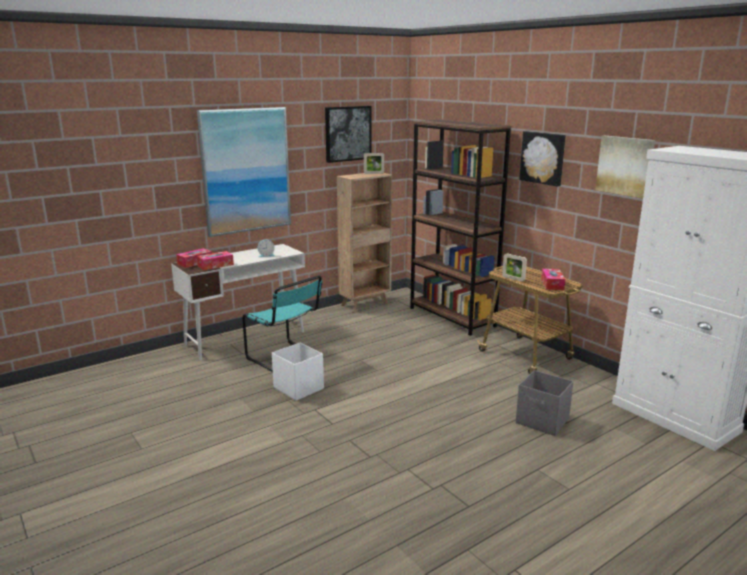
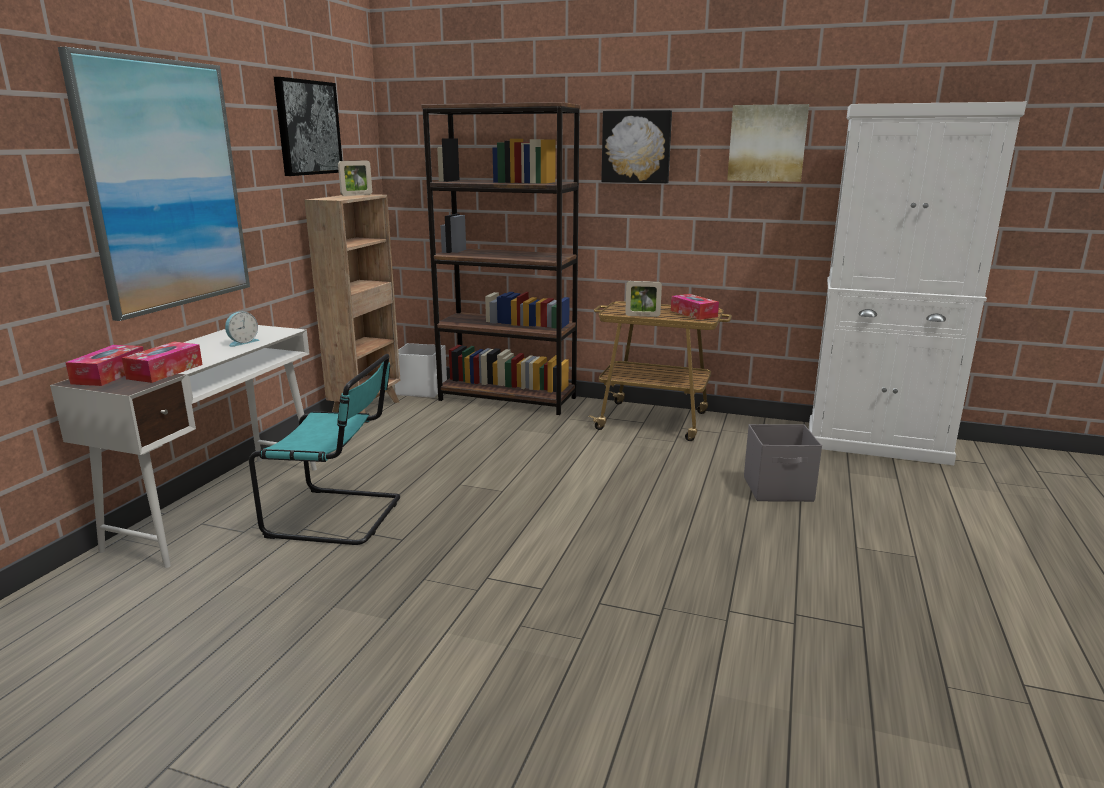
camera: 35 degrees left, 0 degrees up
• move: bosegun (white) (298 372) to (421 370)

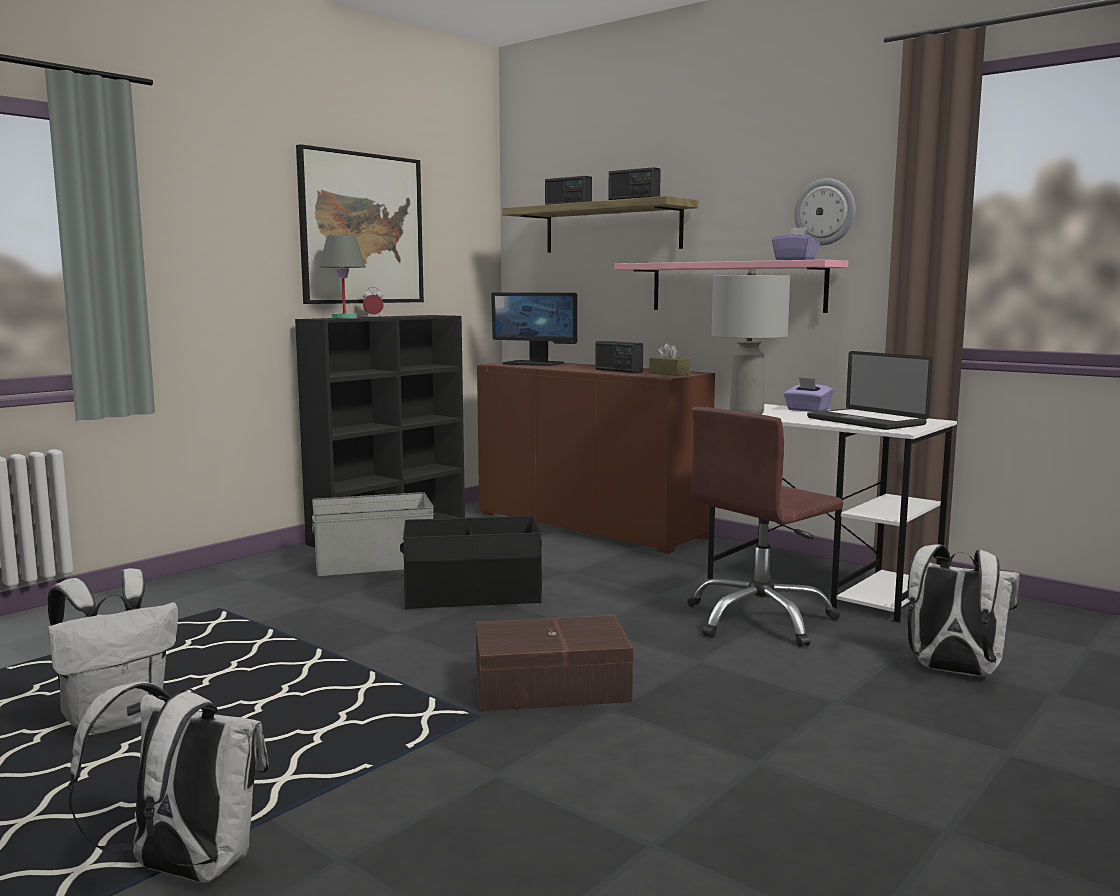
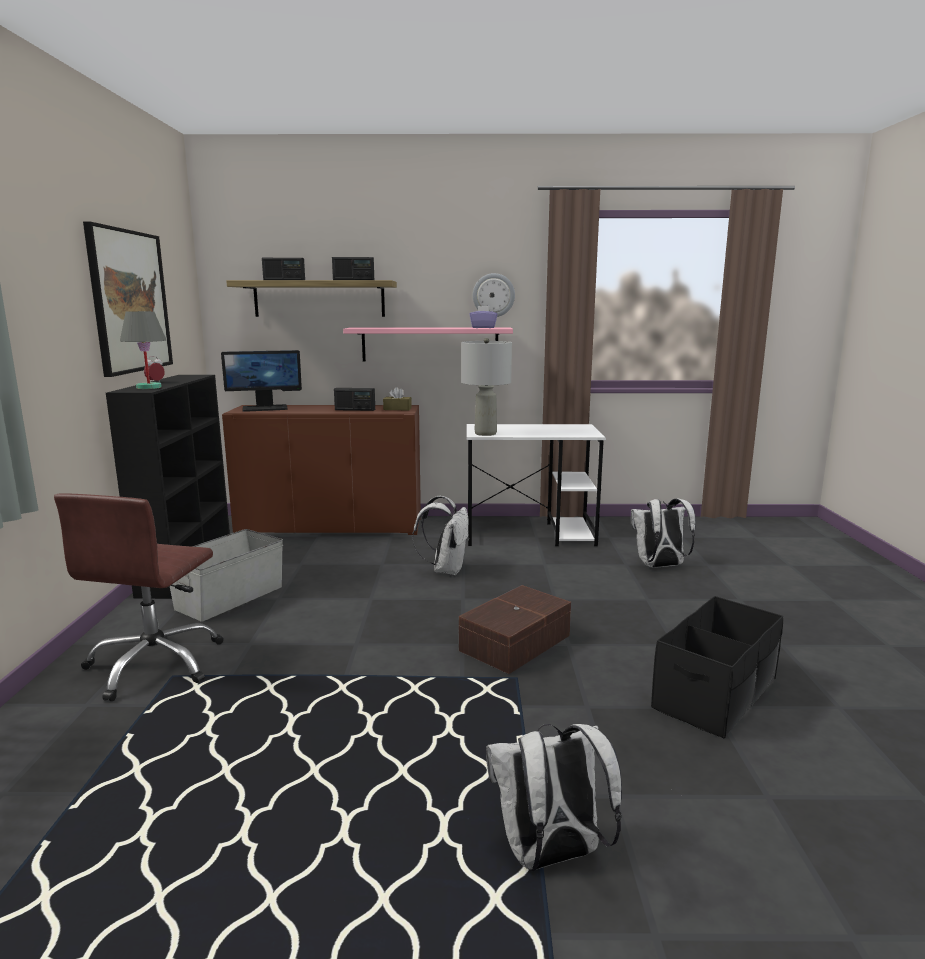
camera: 40 degrees left, 5 degrees up
• move: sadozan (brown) (765 527) to (138 597)
• move: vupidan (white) (113 651) to (441 535)
• move: bosegun (black) (471 562) to (717 667)
• delete: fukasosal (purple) (809 394)
• delete: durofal (870 390)

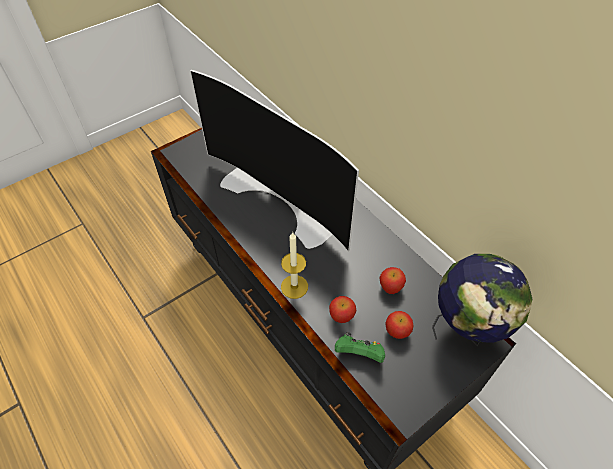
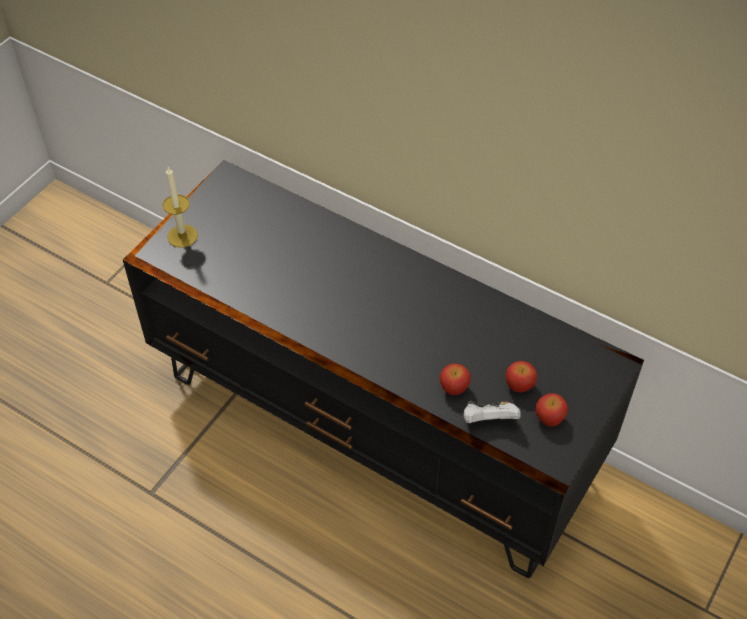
camera: 20 degrees left, 0 degrees up
• move: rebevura (294 265) to (180 207)
• recolor: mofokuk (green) (360 347) to mofokuk (white) (492 412)
• move: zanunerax (392 280) to (552 410)
• delete: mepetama (274 160)
• delete: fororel (482 300)

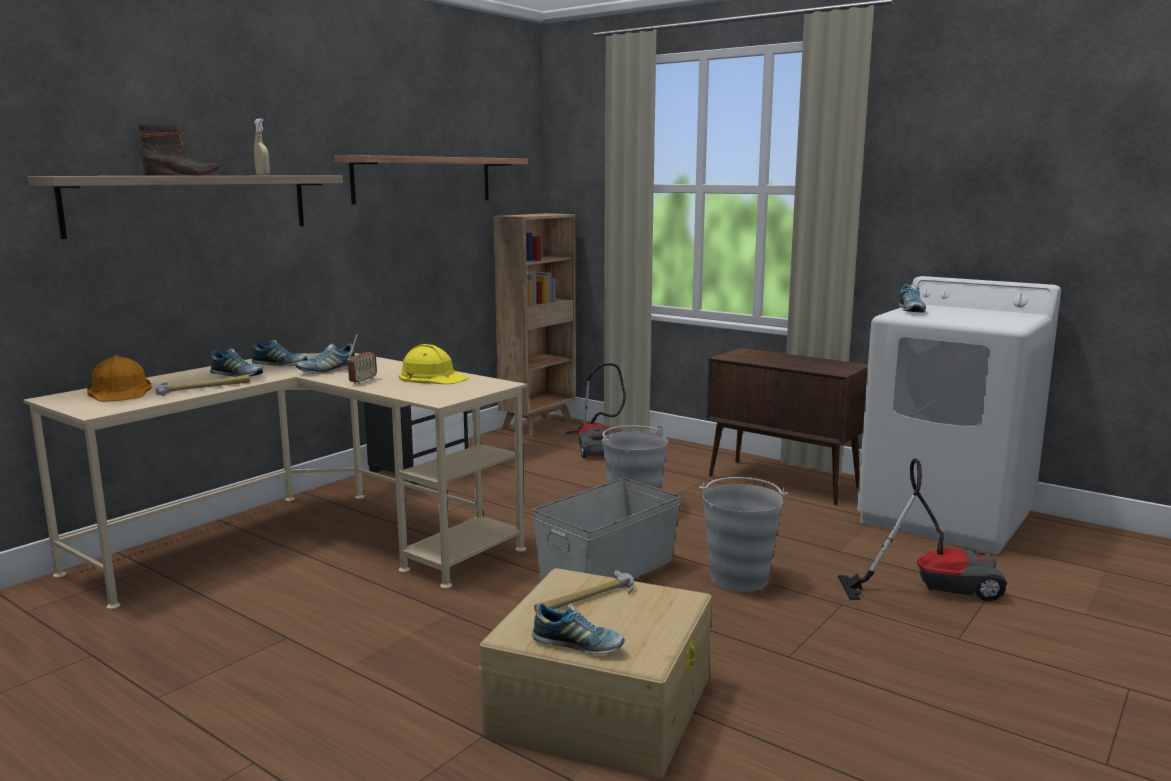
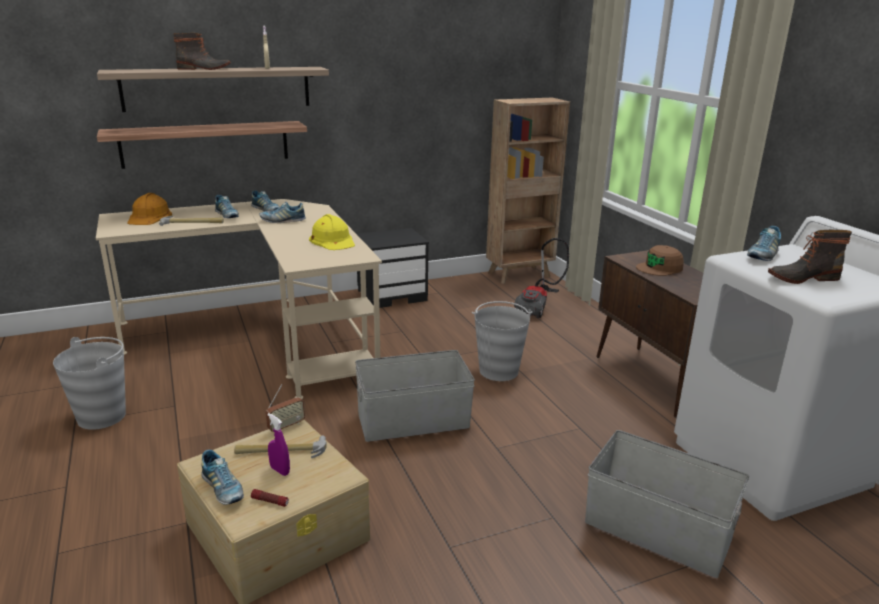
camera: 30 degrees right, 10 degrees up
• move: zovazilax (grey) (743 534) to (89 383)
• move: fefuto (431 180) to (202 145)
• insert: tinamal (270 498)
• move: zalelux (362 359) to (285 408)
• insert: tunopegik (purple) (278 444)
• replace: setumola (922 530) to bosegun (grey) (667 504)
• insert: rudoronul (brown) (660 260)
• insert: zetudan (810 257)

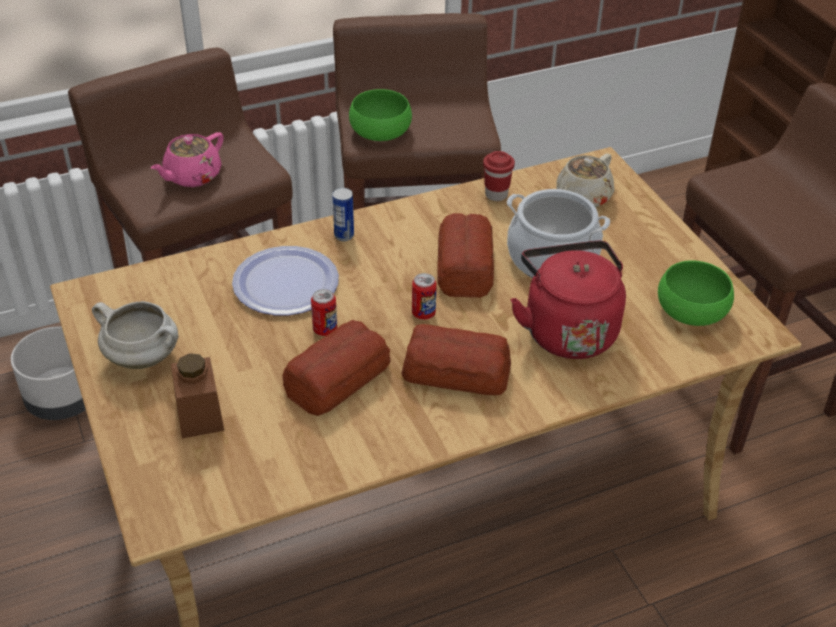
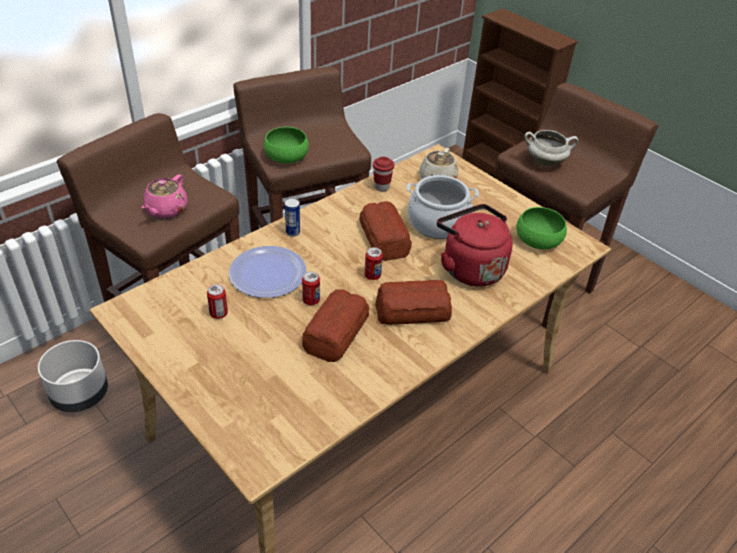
camera: 20 degrees left, 0 degrees up
• insert: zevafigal (217 301)
• move: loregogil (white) (135 335) to (551 148)
• delete: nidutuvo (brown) (197 396)

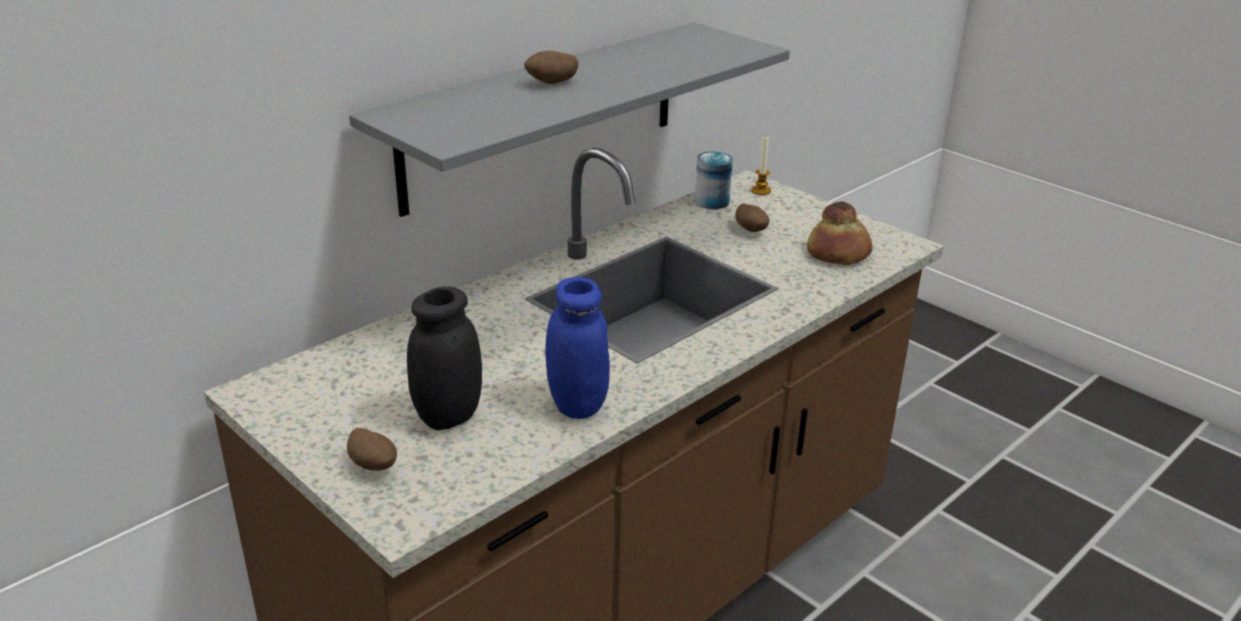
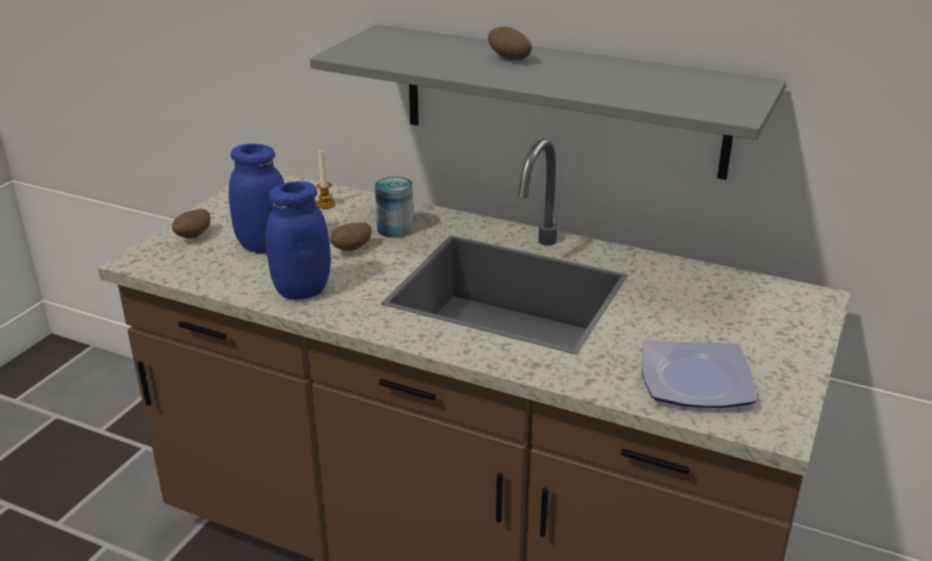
camera: 70 degrees right, 0 degrees up
• recolor: nidutuvo (black) (444 358) to nidutuvo (blue) (256 198)
• move: rebevura (761 166) to (326 179)
• move: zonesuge (752 217) to (350 237)
• move: zevafigal (714 180) to (394 207)
• replace: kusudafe (839 233) to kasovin (699 374)

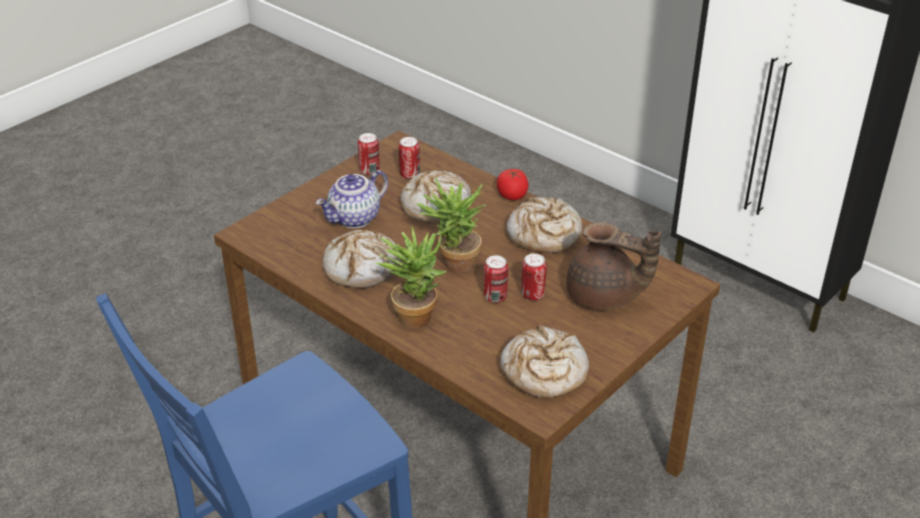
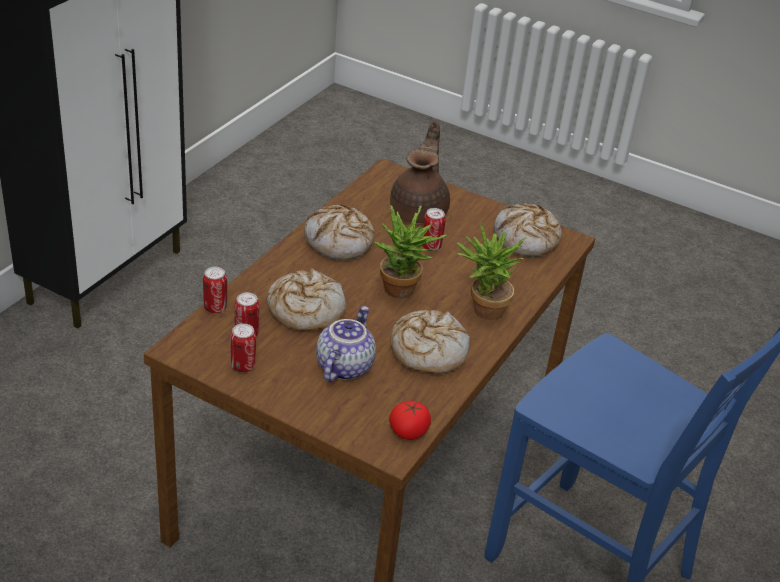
camera: 105 degrees left, 0 degrees up
• move: zevafigal (496 279) to (215 289)
• rotate: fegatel (352 199) = (346 344) 105 degrees counterclockwise
• move: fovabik (513 184) to (410 420)

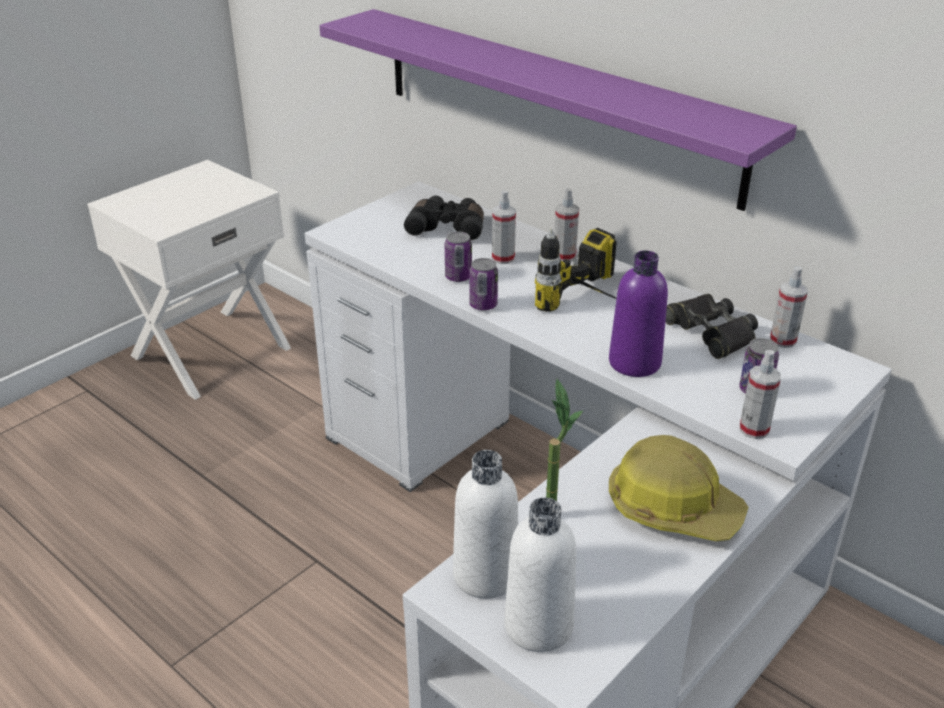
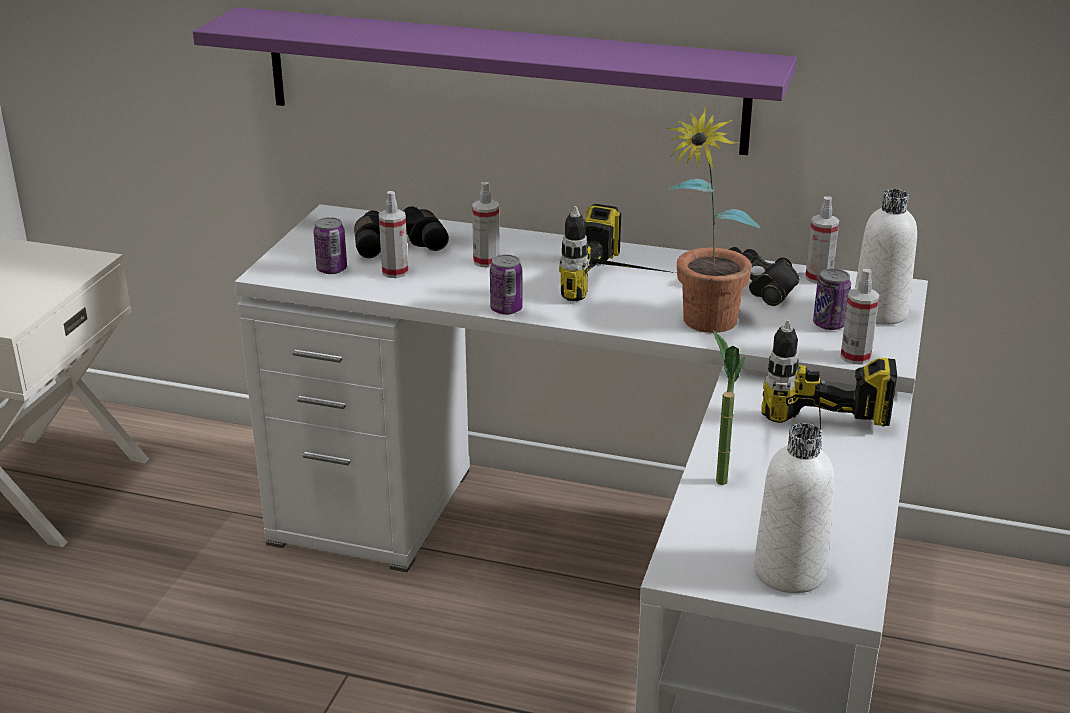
camera: 25 degrees left, 5 degrees down
• move: zevafigal (458 256) to (330 245)
• move: tunopegik (566 224) to (393 234)
• replace: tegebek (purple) (638 313) to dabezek (712 220)
• replace: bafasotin (678 488) to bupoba (829 384)
• move: tegebek (white) (485 524) to (886 257)

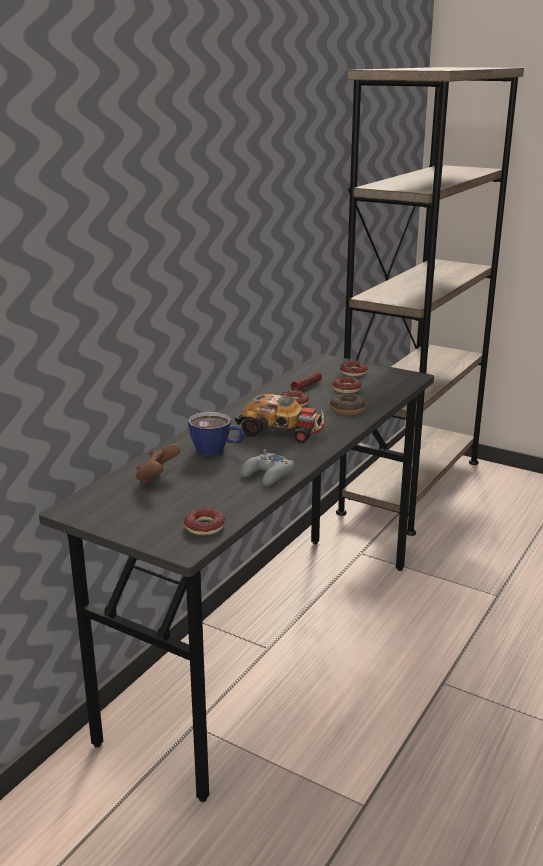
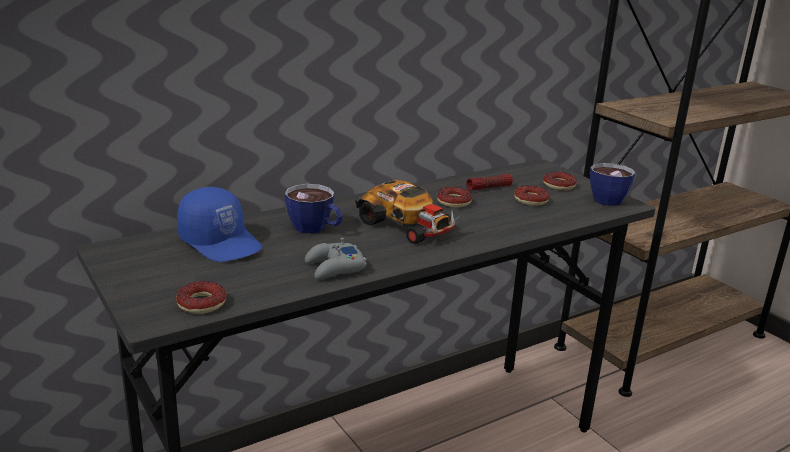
camera: 25 degrees right, 0 degrees up
• replace: mofokuk (brown) (158 464) to rudoronul (blue) (219 224)
• insert: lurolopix (613 184)
• delete: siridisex (348 404)

